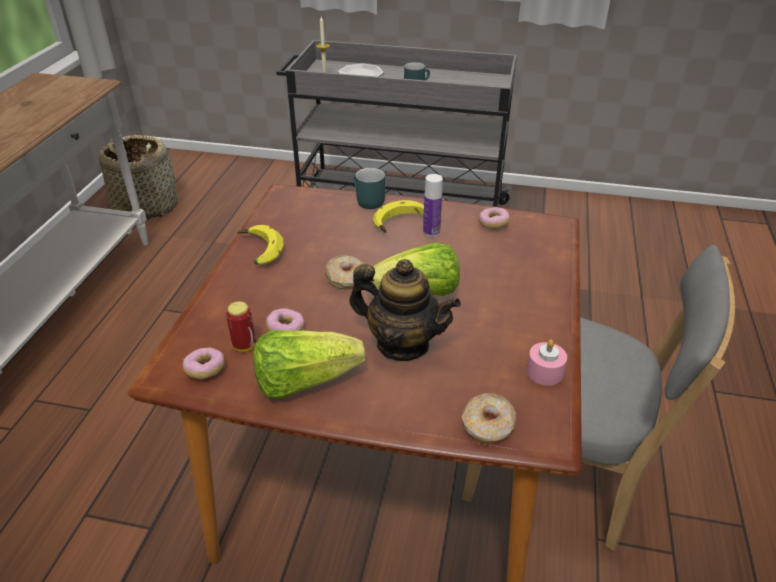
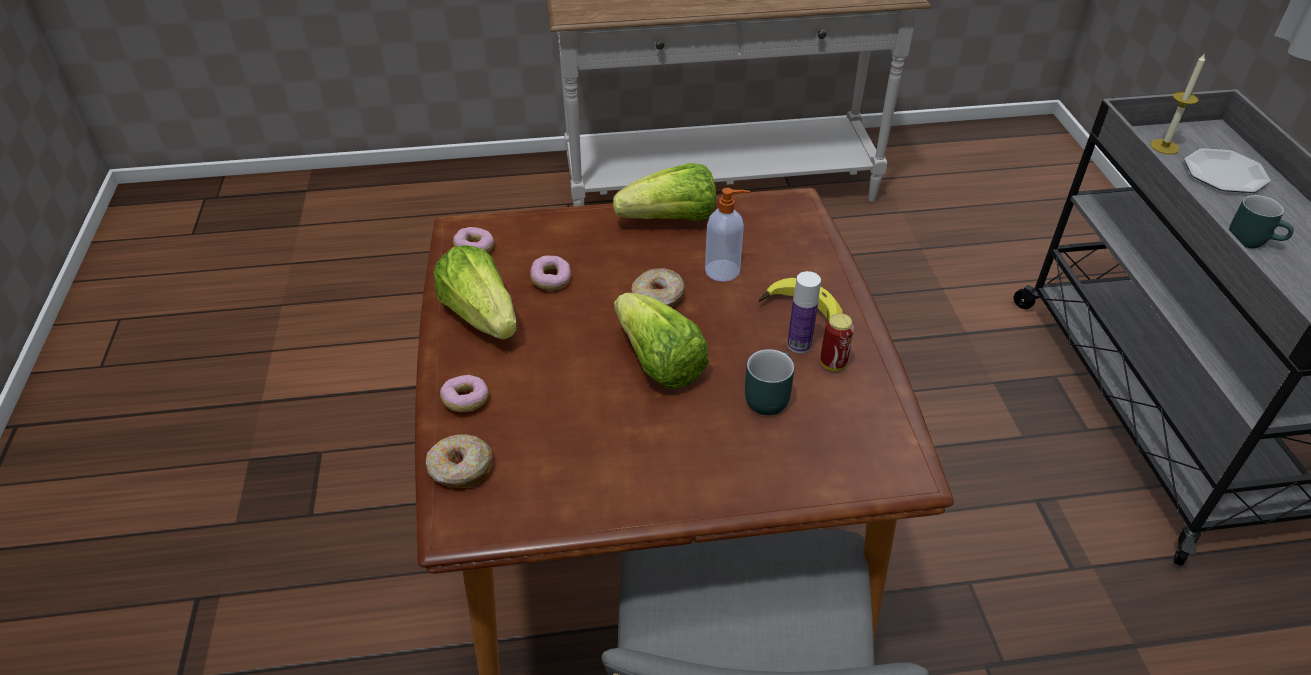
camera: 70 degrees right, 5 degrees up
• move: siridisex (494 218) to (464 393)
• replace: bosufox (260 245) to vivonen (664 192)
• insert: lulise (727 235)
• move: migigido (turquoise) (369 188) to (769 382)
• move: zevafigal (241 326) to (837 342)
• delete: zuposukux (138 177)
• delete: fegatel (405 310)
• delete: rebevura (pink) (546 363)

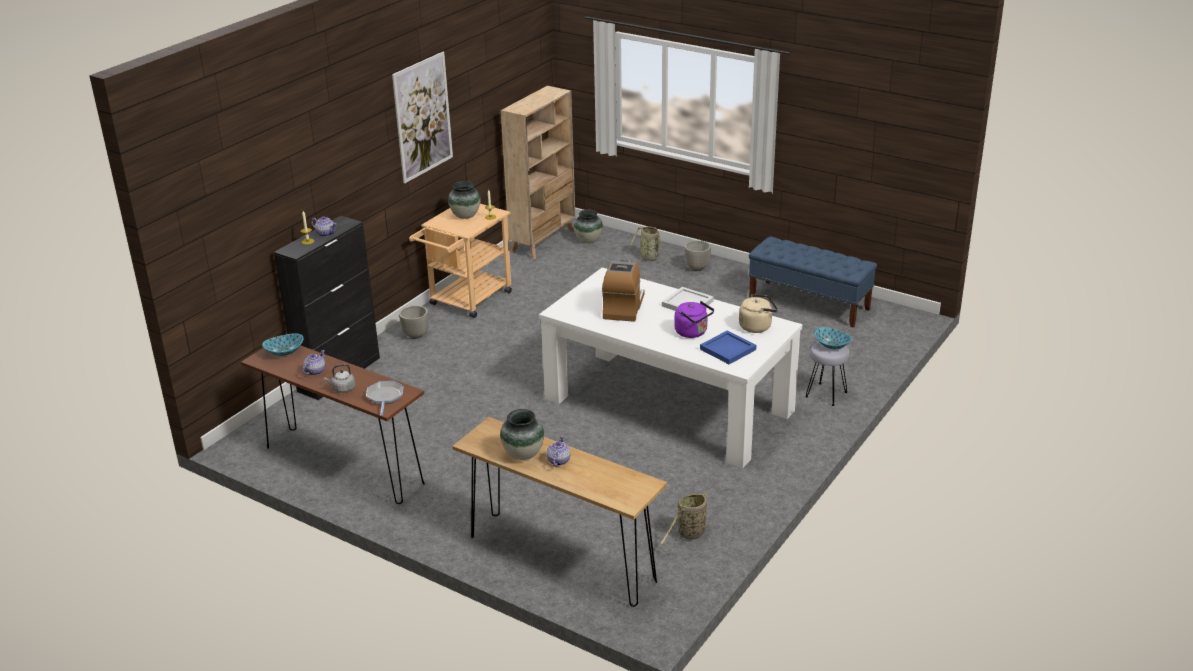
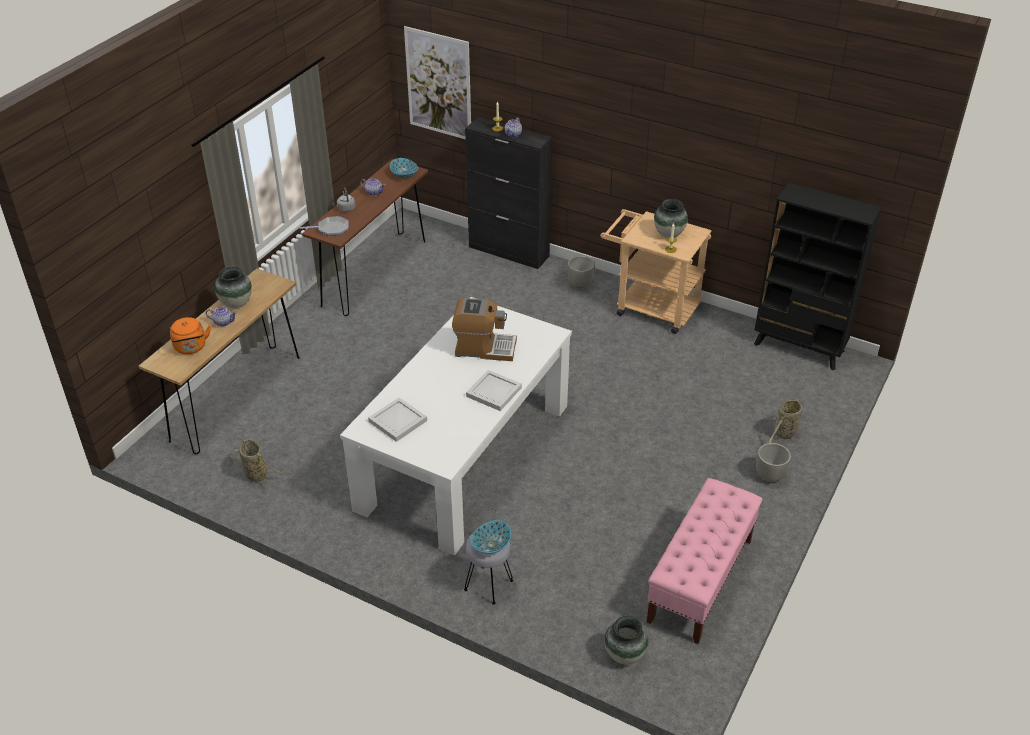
camera: 85 degrees right, 10 degrees up
• insert: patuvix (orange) (190 335)
• recolor: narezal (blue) (728 347) to narezal (white) (397 420)
• move: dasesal (422 117) to (437 82)
• move: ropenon (588 226) to (627 640)
• recolor: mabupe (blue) (813 282) to mabupe (pink) (705 561)
• recolor: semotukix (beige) (538 172) to semotukix (black) (817 276)
• delete: patuvix (purple) (694 319)
• delete: patuvix (beige) (758 313)

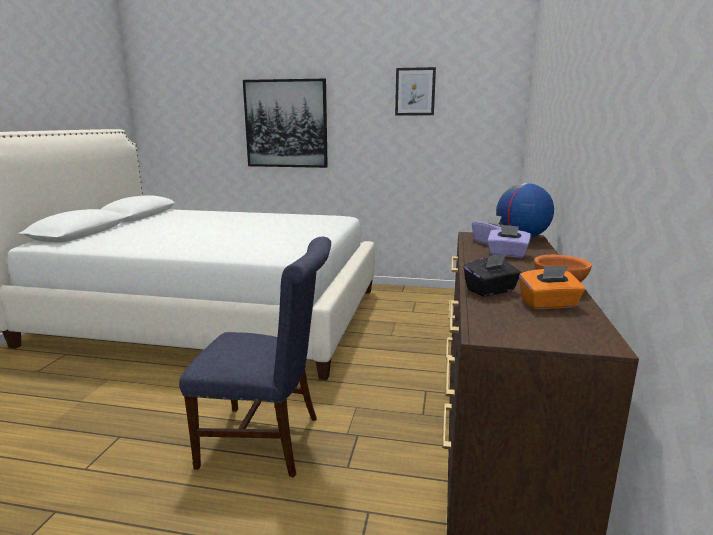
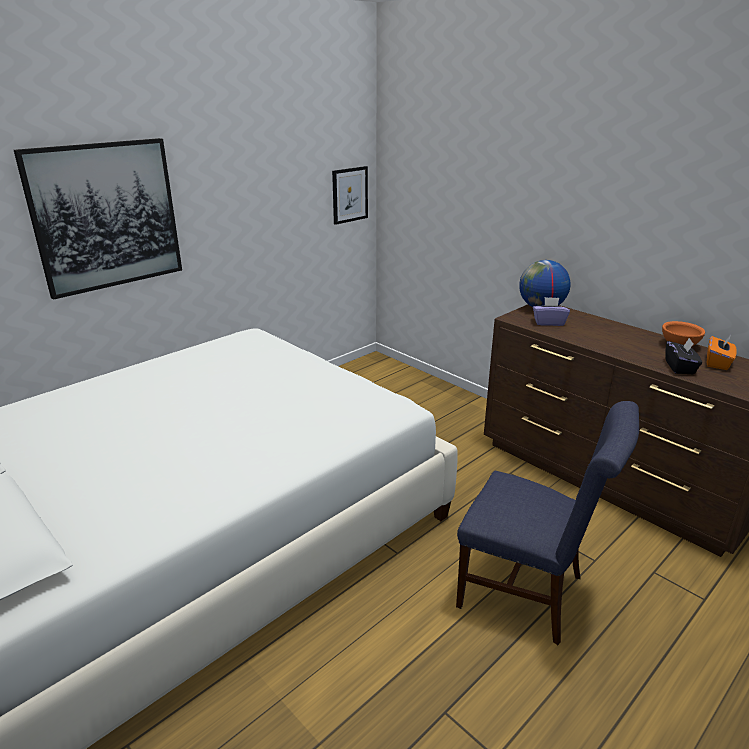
camera: 55 degrees left, 10 degrees up
• move: dasesal (415 91) to (350 195)
• rotate: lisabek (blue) (255 357) = (547 523) 75 degrees clockwise
• delete: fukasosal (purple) (509 241)

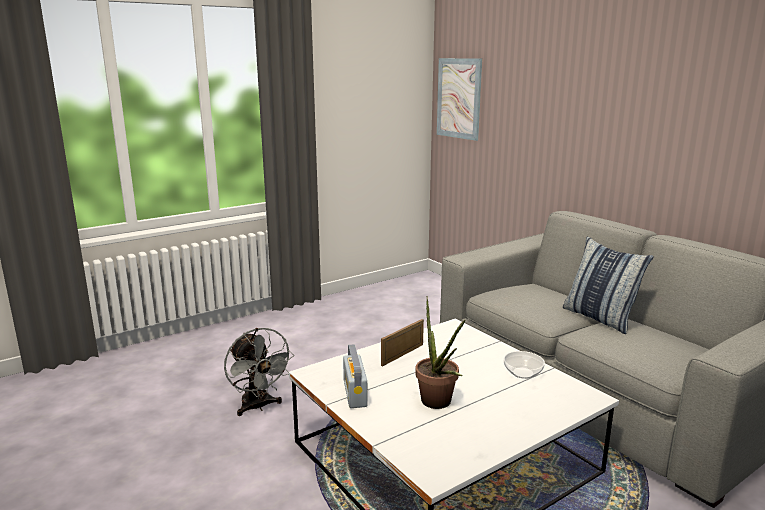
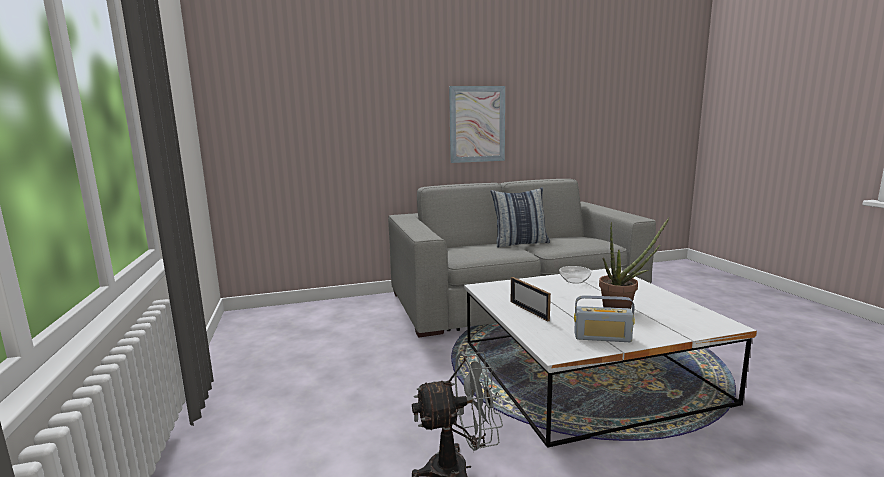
camera: 70 degrees left, 5 degrees down
• move: dasesal (459 99) to (477 124)

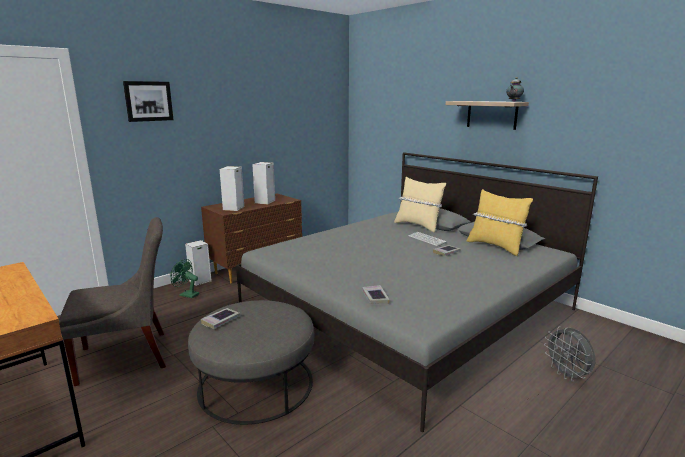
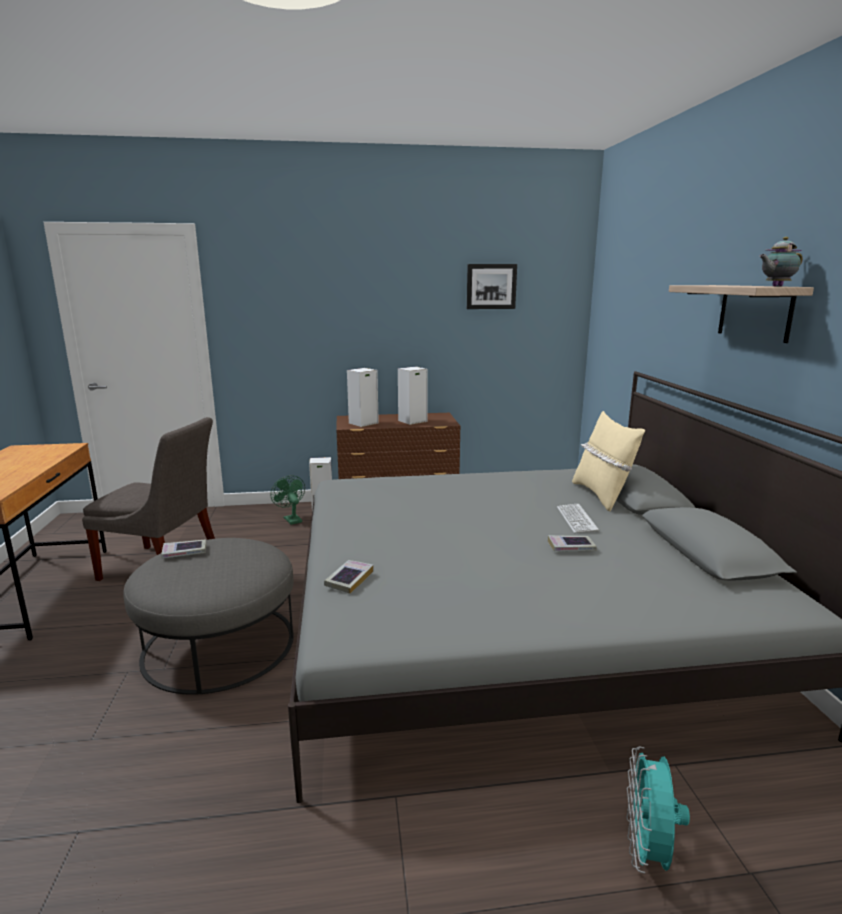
camera: 35 degrees right, 0 degrees up
• move: dasesal (148 101) to (492 286)
• recolor: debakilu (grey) (570 354) to debakilu (turquoise) (658 810)
• delete: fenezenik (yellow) (500 222)

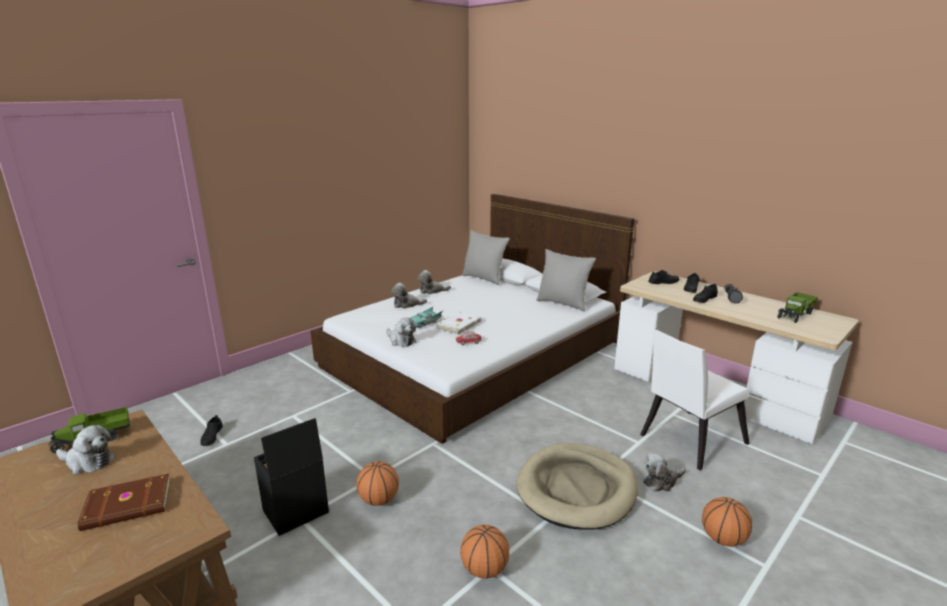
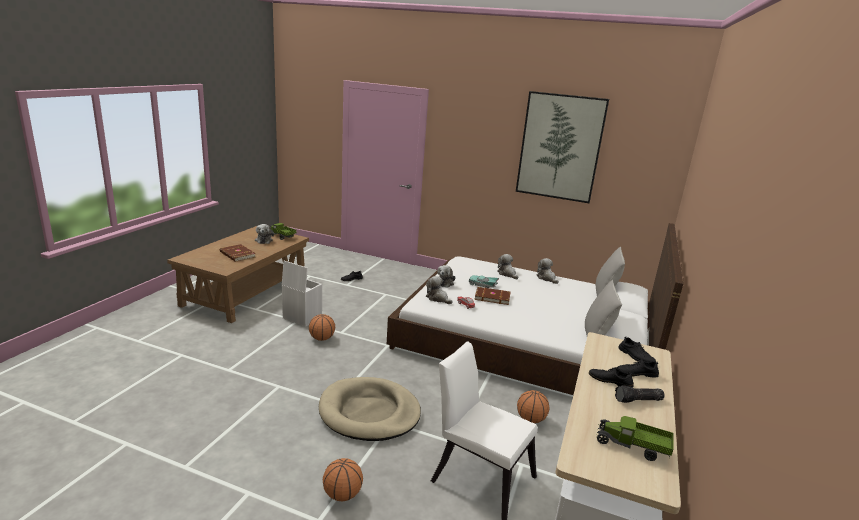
camera: 65 degrees right, 0 degrees up
• recolor: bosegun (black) (291 477) to bosegun (white) (302 294)
• move: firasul (664 472) to (439 290)
• recolor: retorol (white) (459 323) to retorol (brown) (492 296)
• insert: dasesal (562 147)
• move: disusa (484 552) to (533 406)

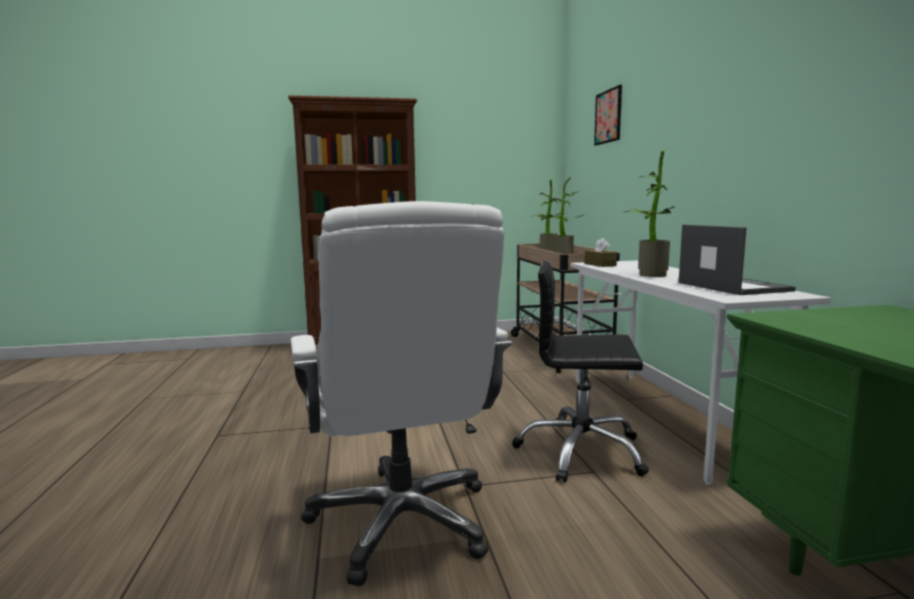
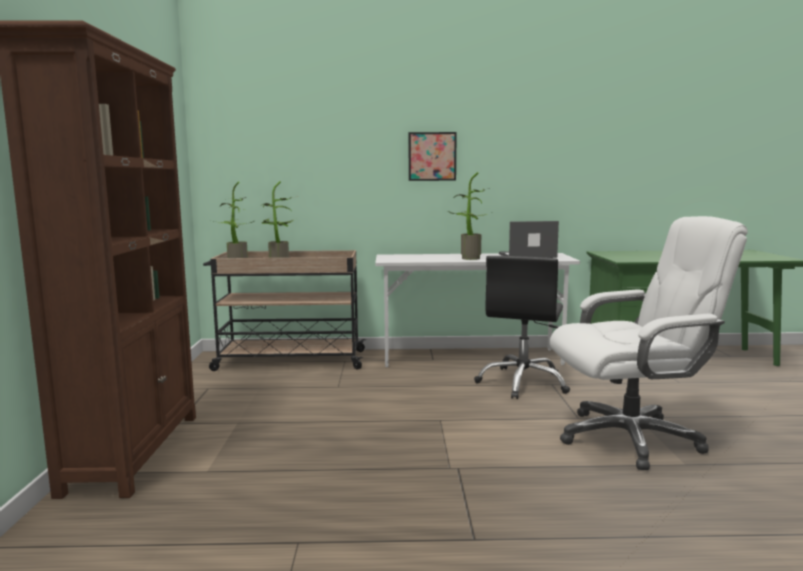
camera: 80 degrees left, 0 degrees up
• move: dasesal (608 115) to (433 156)
• delete: fukasosal (brown) (600 252)

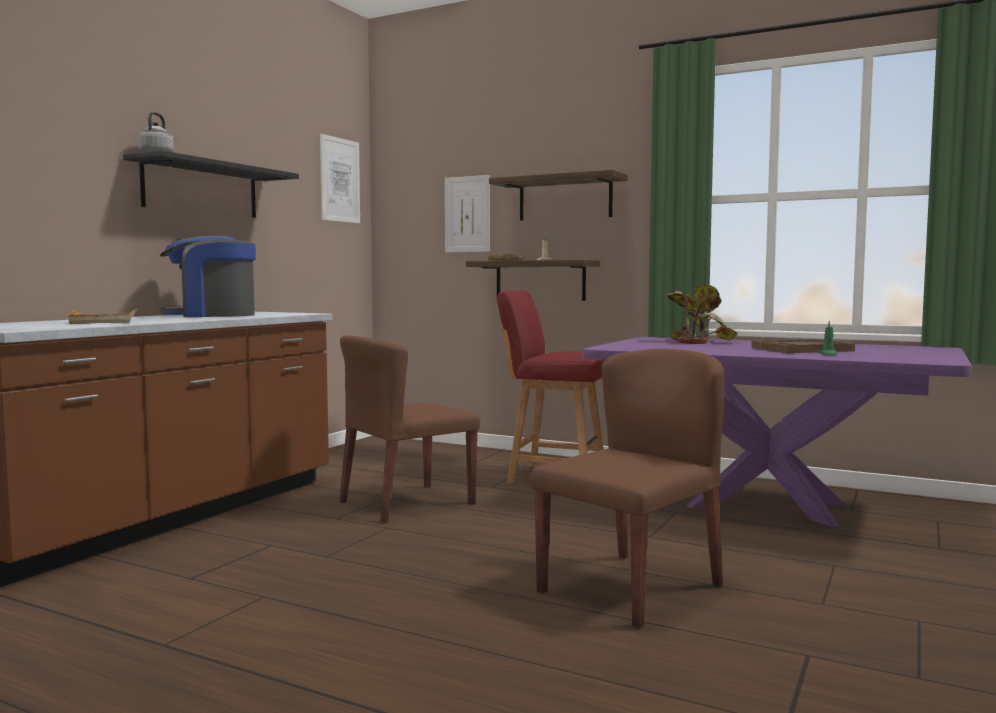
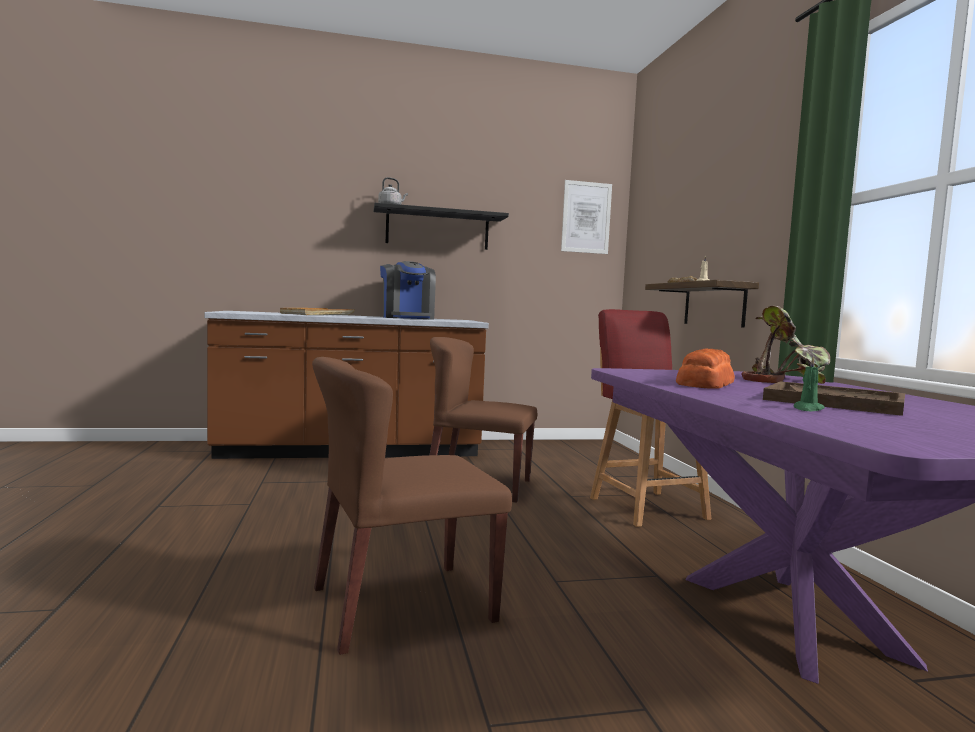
camera: 50 degrees right, 0 degrees up
• rotate: lisabek (brown) (627 489) = (412 506) 150 degrees clockwise
• rotate: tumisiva (207 276) = (408 290) 150 degrees counterclockwise
• insert: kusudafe (705 368)
• delete: dasesal (467 213)
• delete: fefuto (558 195)

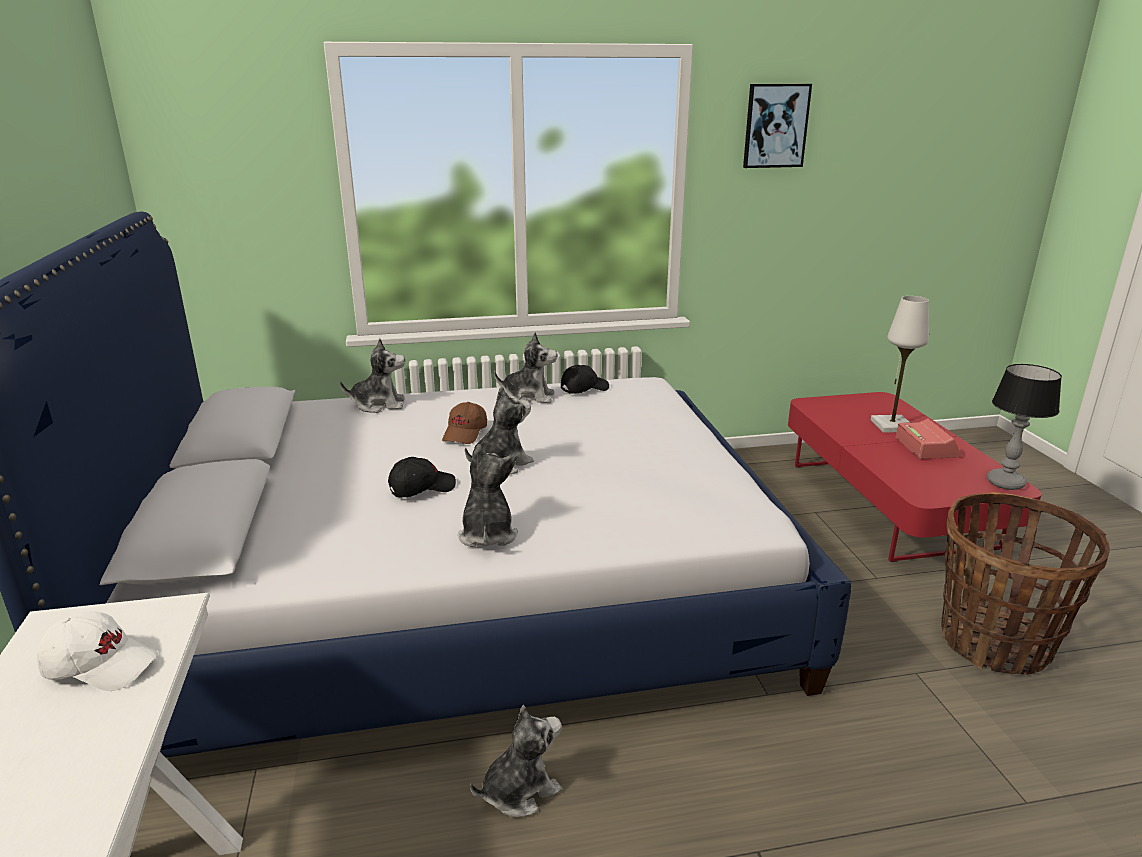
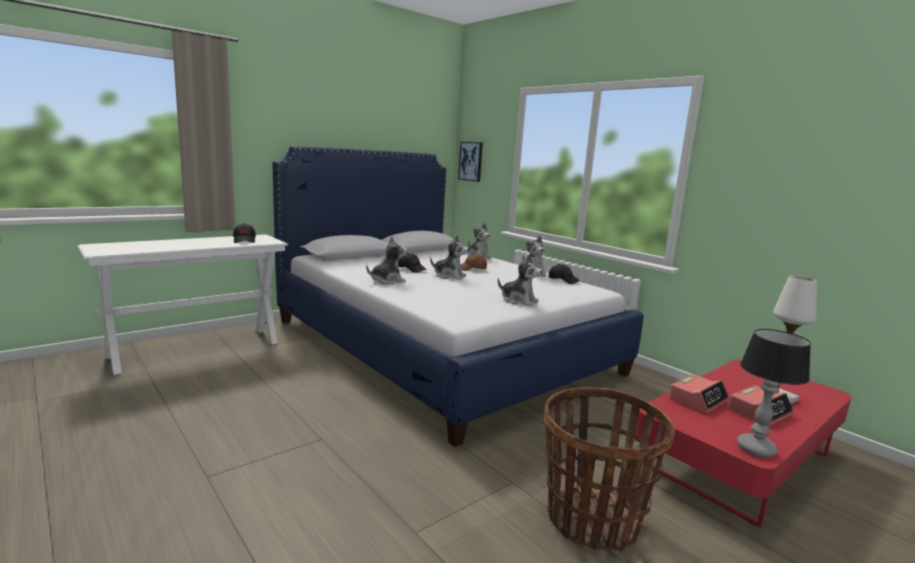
camera: 60 degrees right, 10 degrees down
• recolor: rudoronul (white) (97 651) to rudoronul (black) (244 233)
• move: dasesal (777 126) to (470 162)
• move: firasul (516 761) to (520 280)
• insert: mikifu (699 394)

